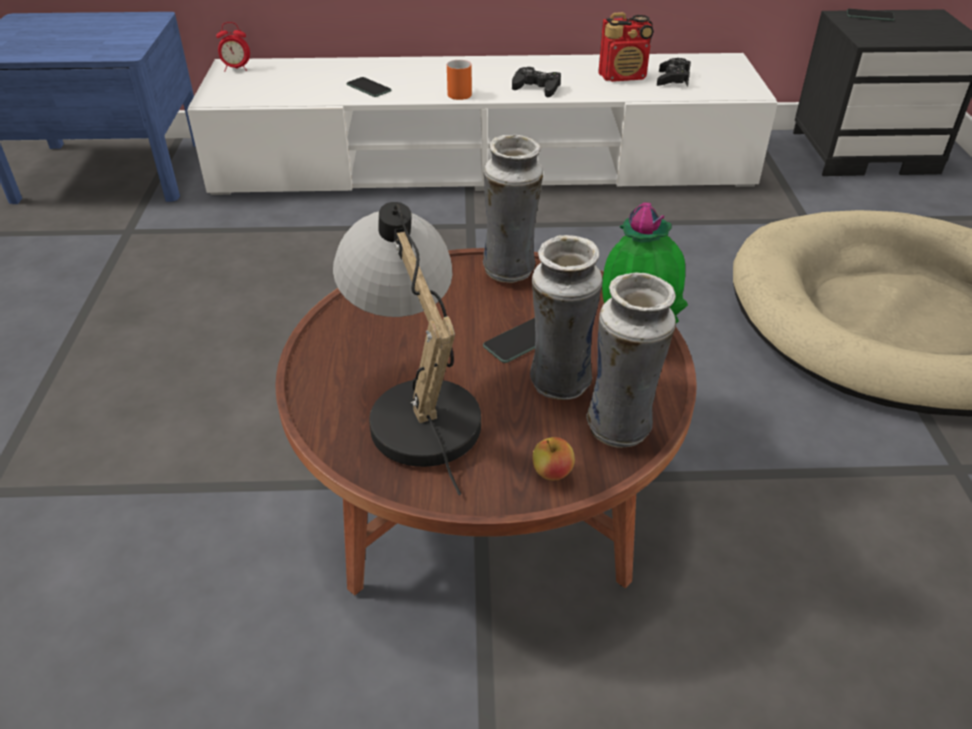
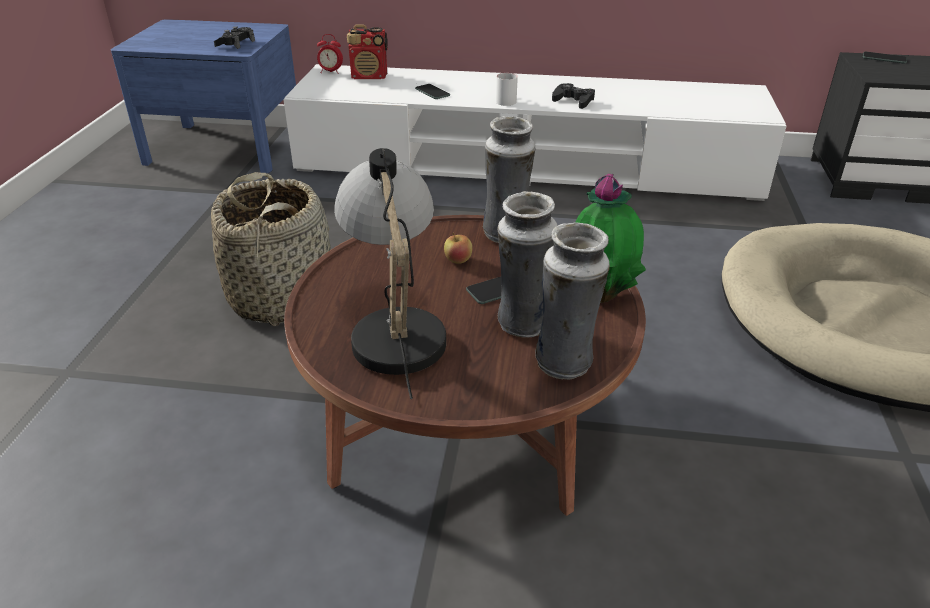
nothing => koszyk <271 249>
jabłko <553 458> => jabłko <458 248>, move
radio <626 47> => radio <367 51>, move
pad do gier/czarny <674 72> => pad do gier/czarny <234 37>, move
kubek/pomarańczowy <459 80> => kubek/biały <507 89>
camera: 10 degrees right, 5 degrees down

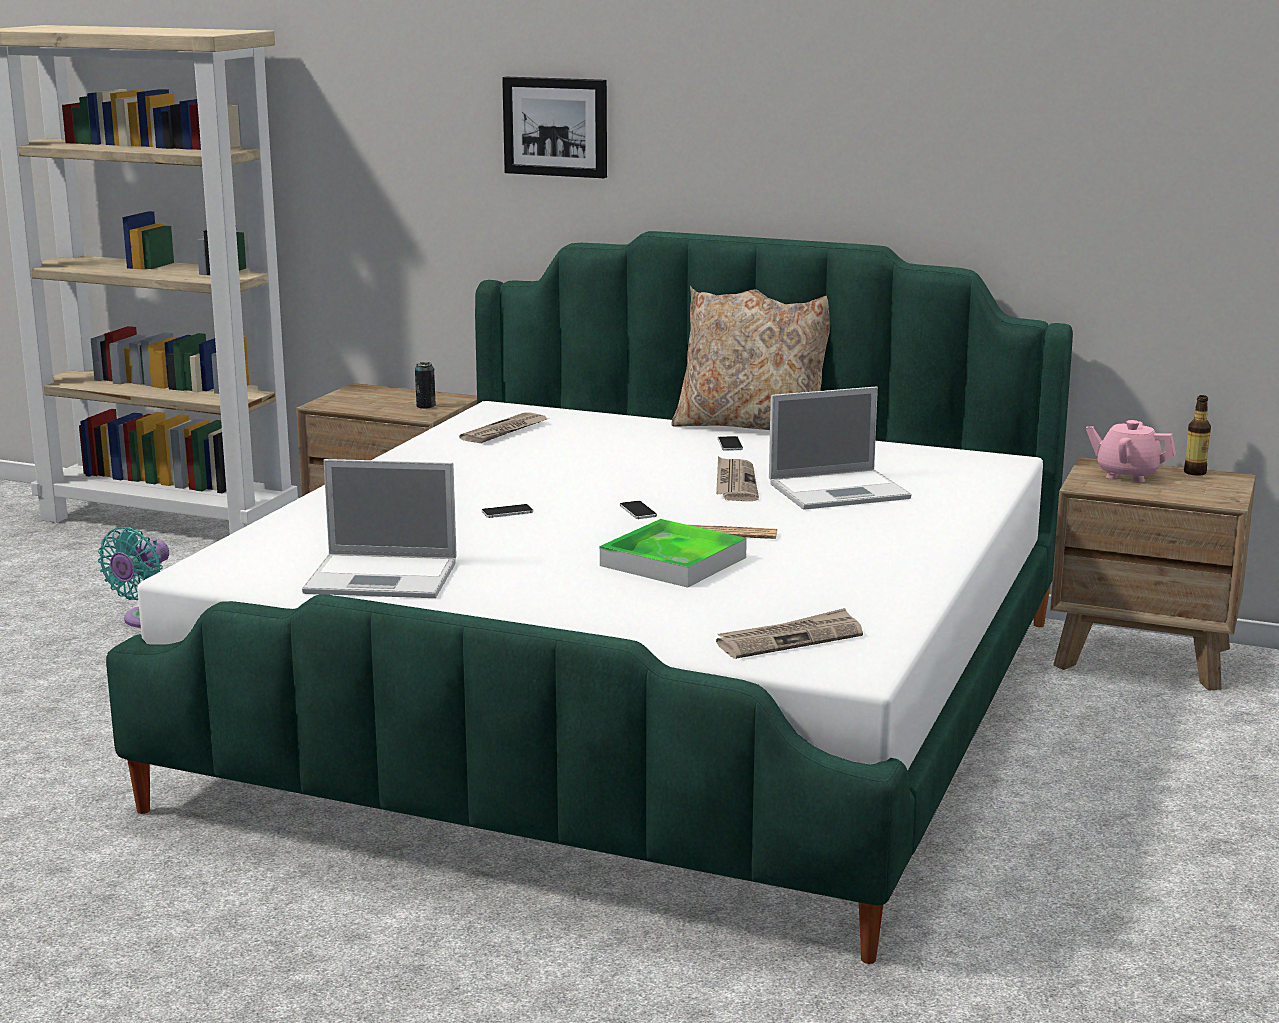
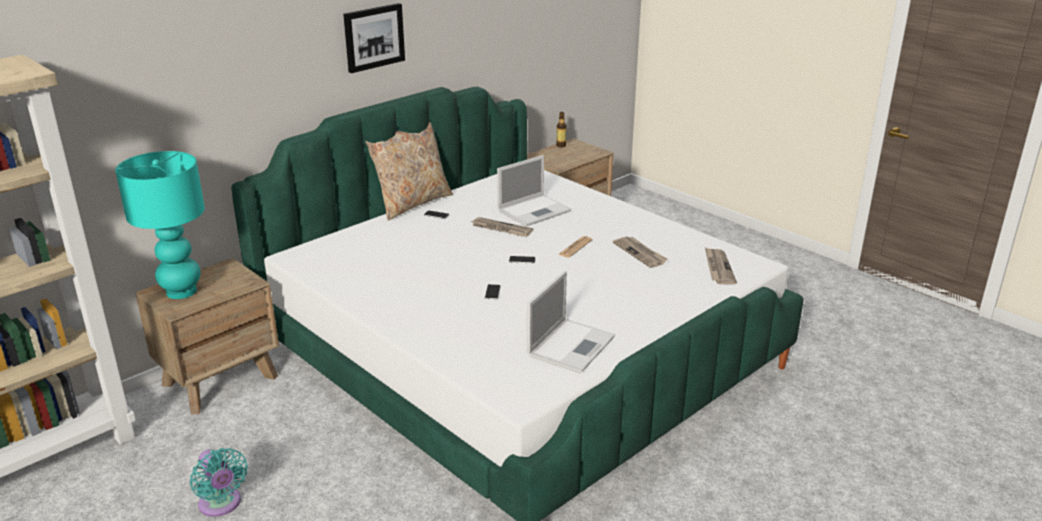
puszka <425 385> => nothing
taca <673 553> => nothing
imbryk/różowy <1131 451> => nothing
nothing => lampa stołowa/turkusowy <160 225>
gazeta <503 427> => gazeta <640 252>, move
obraz <554 127> => obraz <374 38>, move
laptop <840 448> => laptop <534 191>, 45 degrees clockwise
camera: 65 degrees left, 10 degrees up

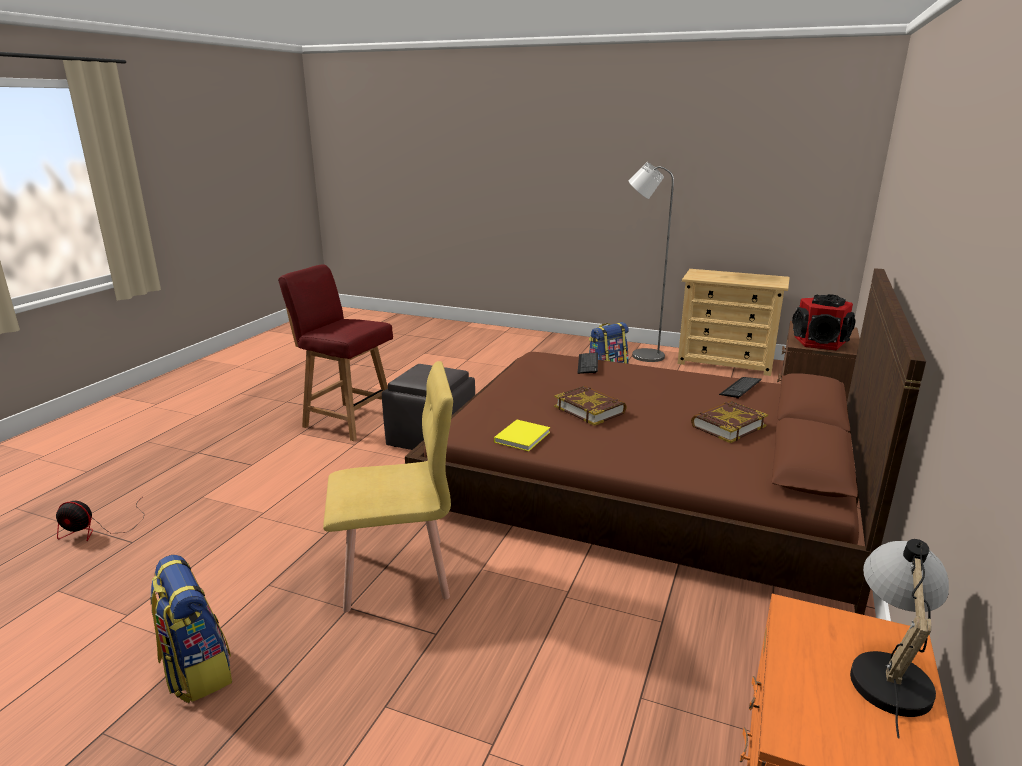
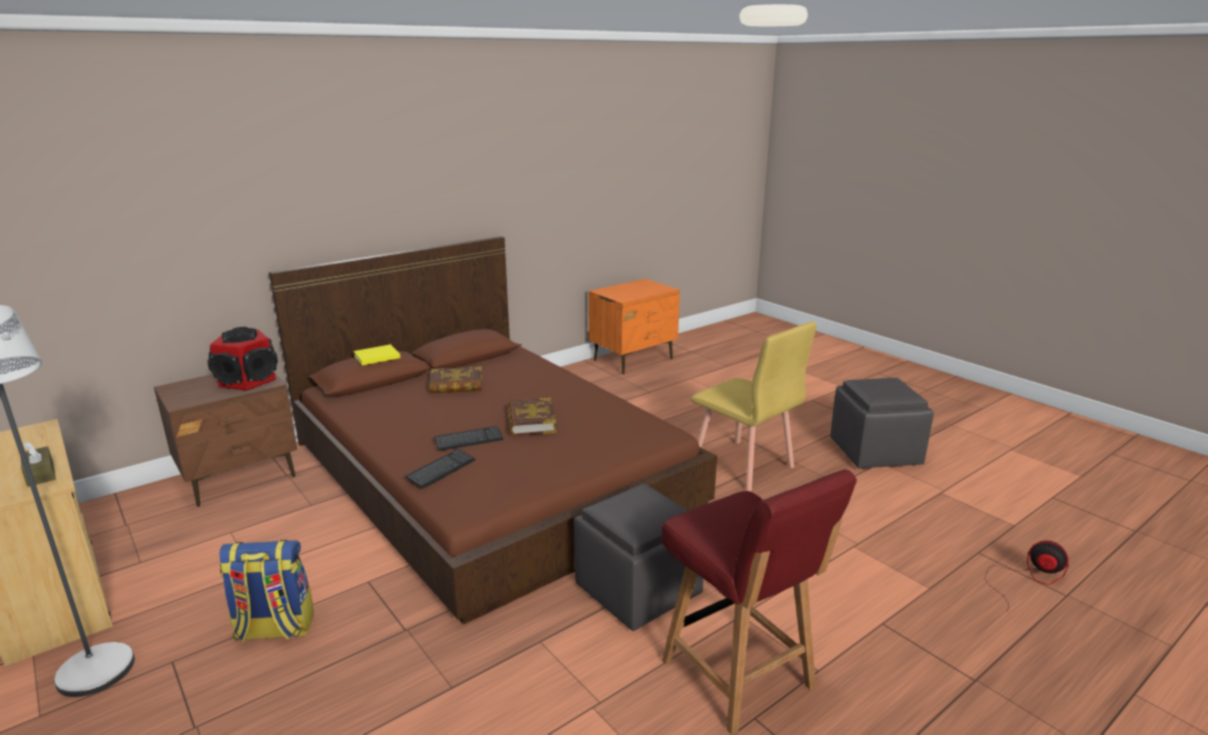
lampa stołowa <899 638> => nothing
nothing => pudełko chusteczek/brązowy <38 464>
książka/żółty <522 435> => książka/żółty <376 354>, move
klawiatura <740 388> => klawiatura <468 438>, move
plecak <191 629> => pufa/szary <882 423>
krzesło/żółty <388 486> => krzesło/żółty <754 406>, 150 degrees counterclockwise
camera: 150 degrees left, 0 degrees up

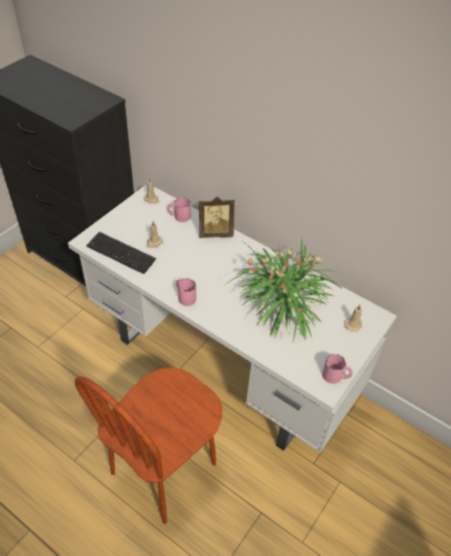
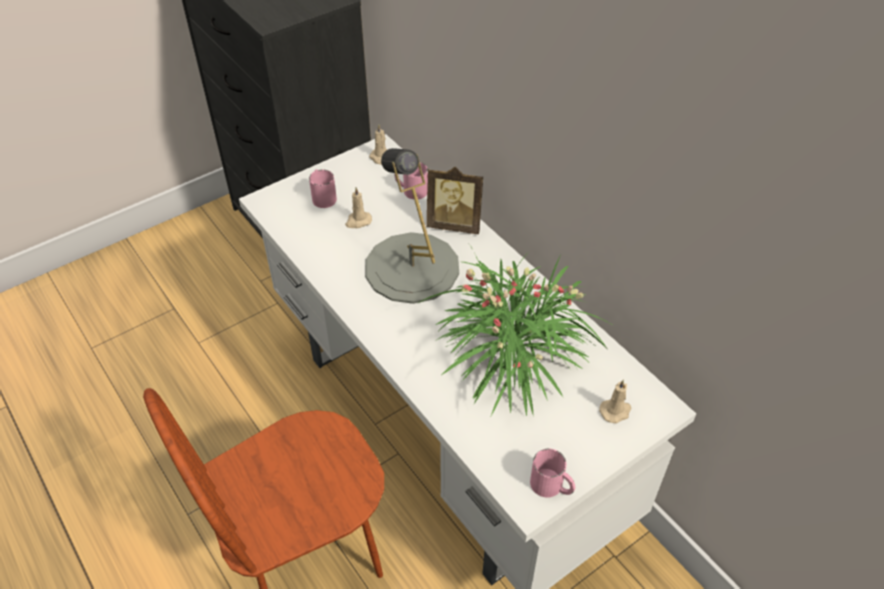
klawiatura <121 253> => nothing
nothing => lampa stołowa/szary <412 226>
kubek/różowy <186 292> => kubek/różowy <323 188>, move
camera: 20 degrees right, 0 degrees up

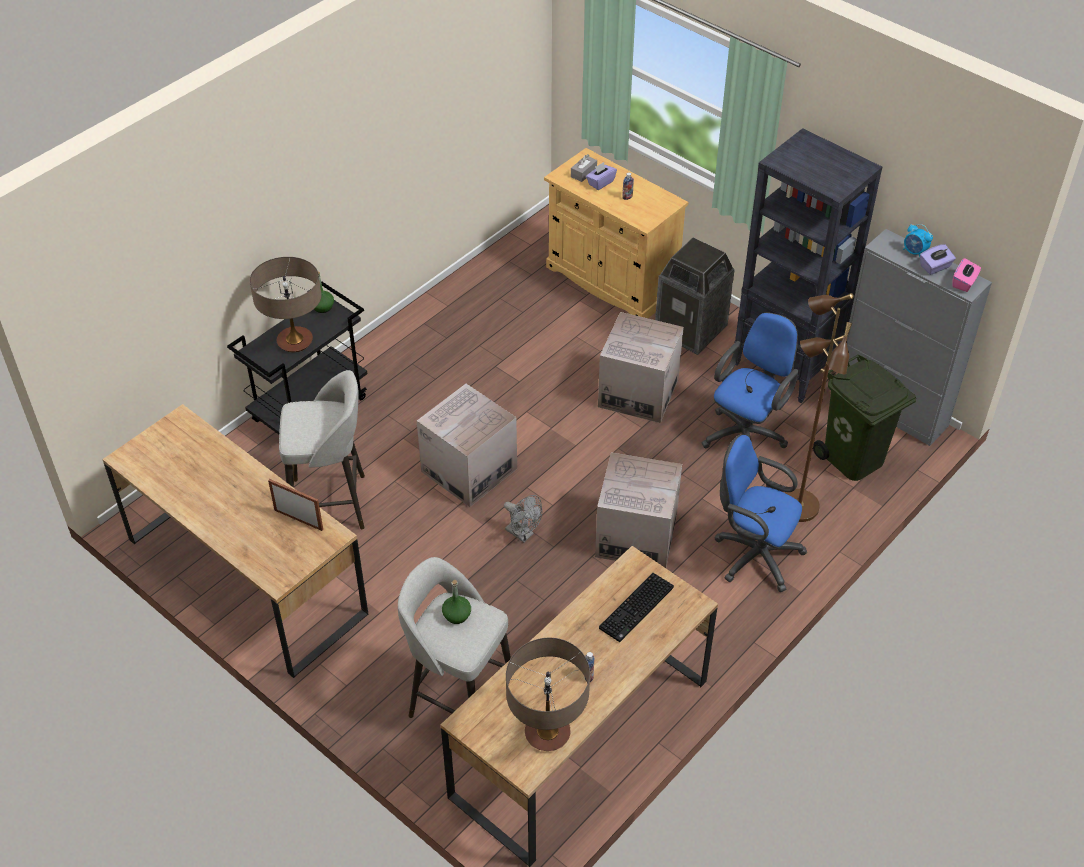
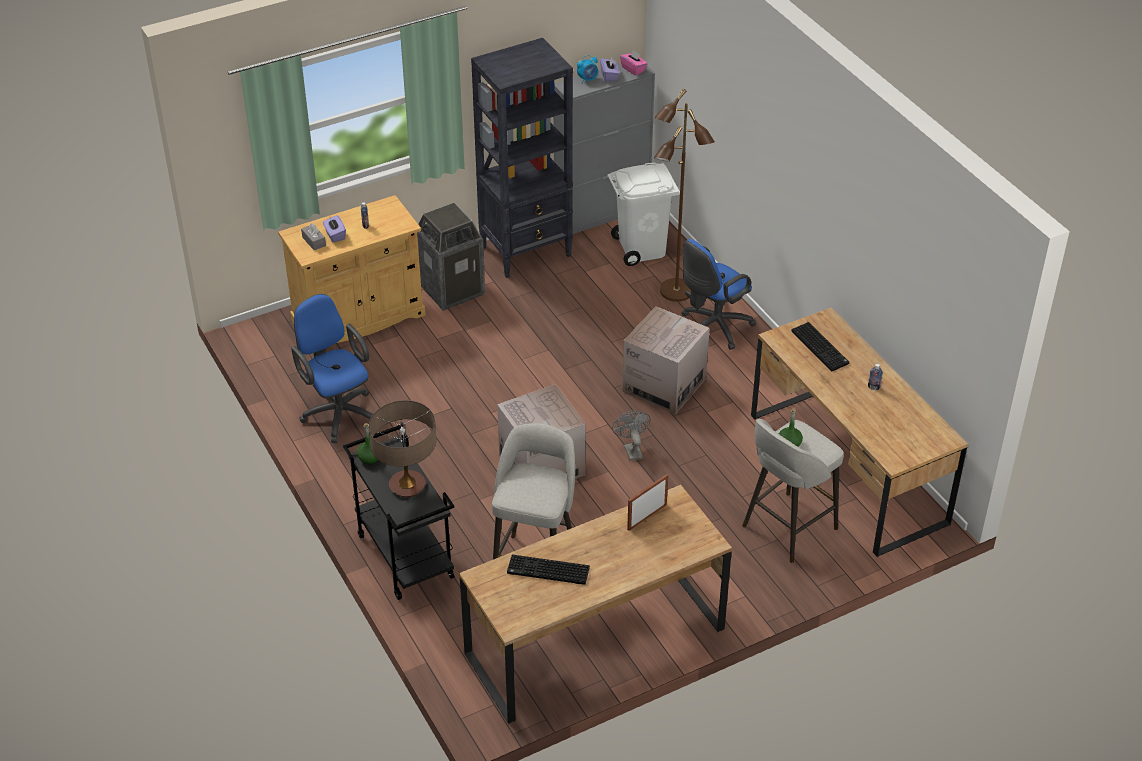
lampa stołowa <548 694> => nothing
karton <641 367> => nothing
nothing => klawiatura <548 570>
krzesło biurowe/niebieski <750 380> => krzesło biurowe/niebieski <332 368>, move
kosz na śmieci/zielony <864 417> => kosz na śmieci/biały <643 214>
wentylator/szary <523 518> => wentylator/szary <631 436>, 75 degrees counterclockwise
camera: 70 degrees left, 5 degrees down

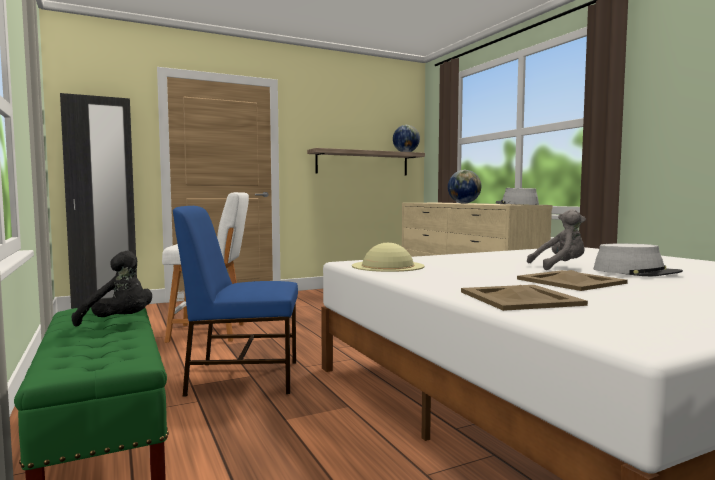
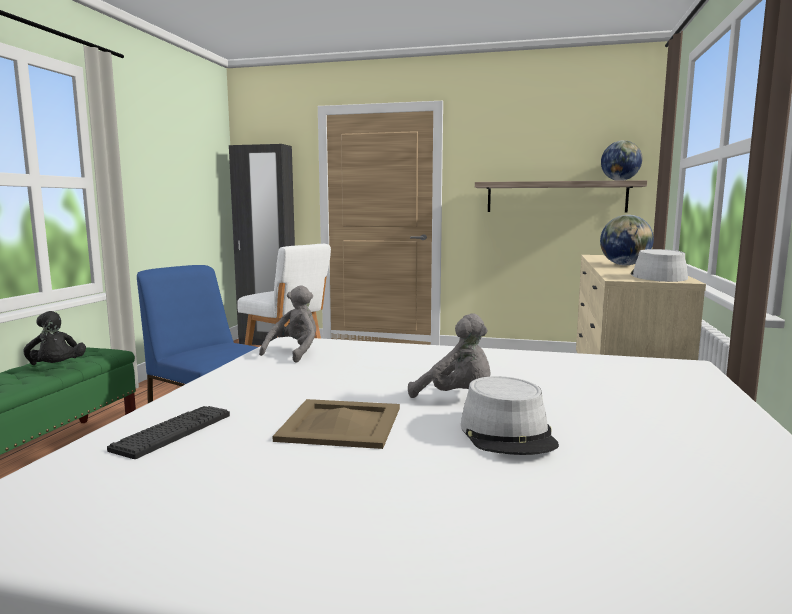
kapelusz/beżowy <388 257> => pluszak/szary <287 324>
taca/beżowy <524 298> => klawiatura <168 432>
camera: 40 degrees right, 5 degrees up

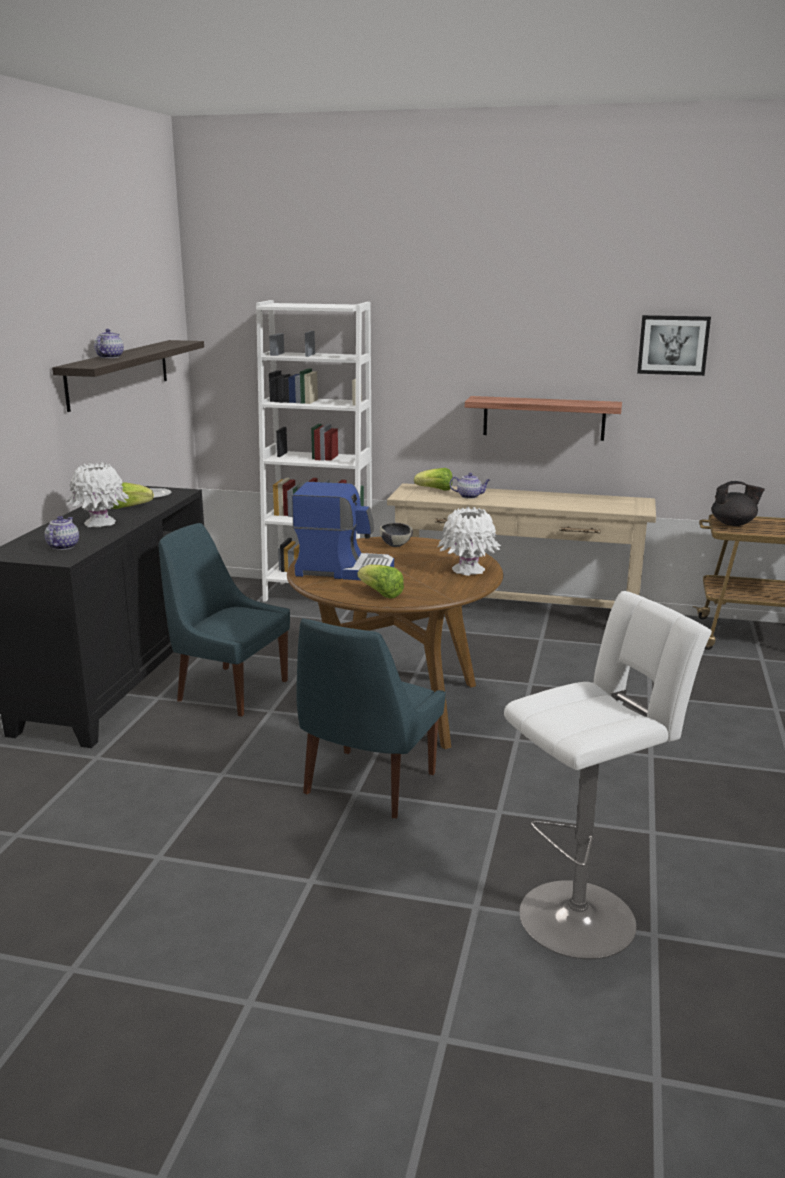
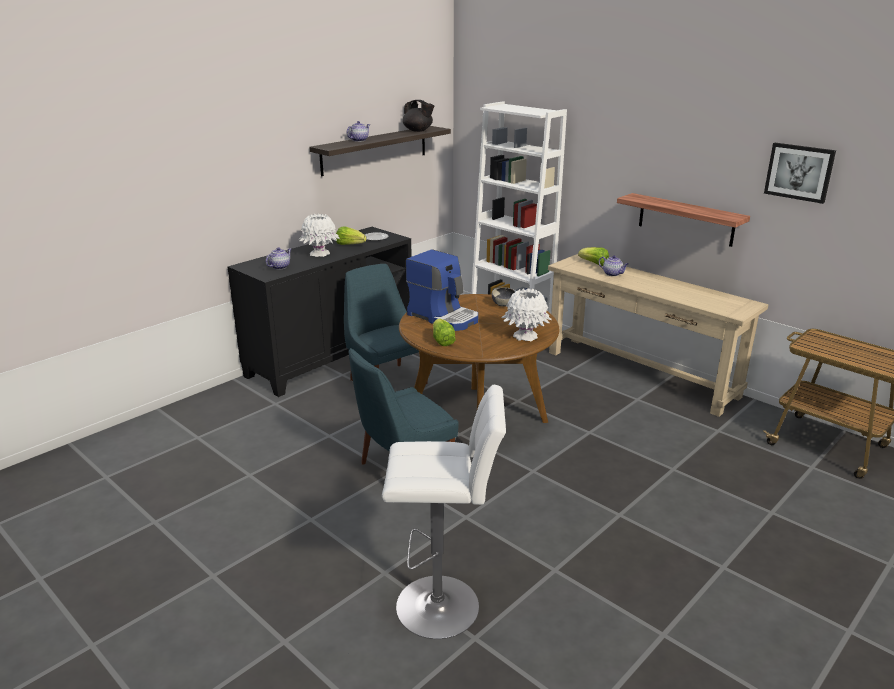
imbryk/czarny <738 503> => imbryk/czarny <418 116>, move
camera: 30 degrees right, 5 degrees up

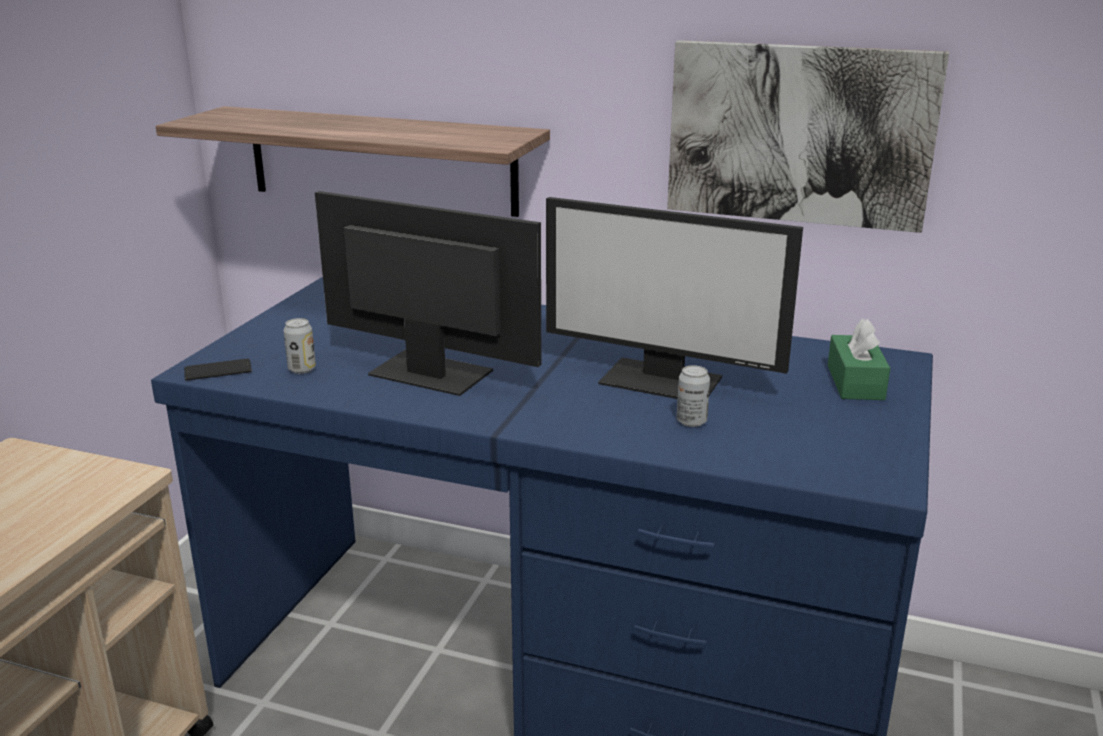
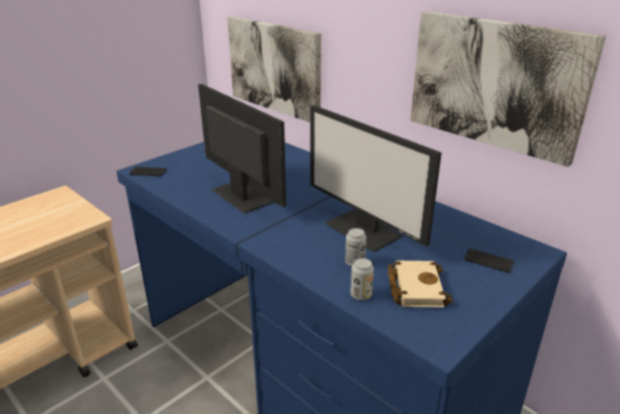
nothing => książka/beżowy <420 284>
puszka <299 346> => puszka <362 279>, move
półka <353 161> => obraz <274 69>
pudełko chusteczek/zielony <859 359> => telefon <489 261>
camera: 25 degrees right, 5 degrees up

